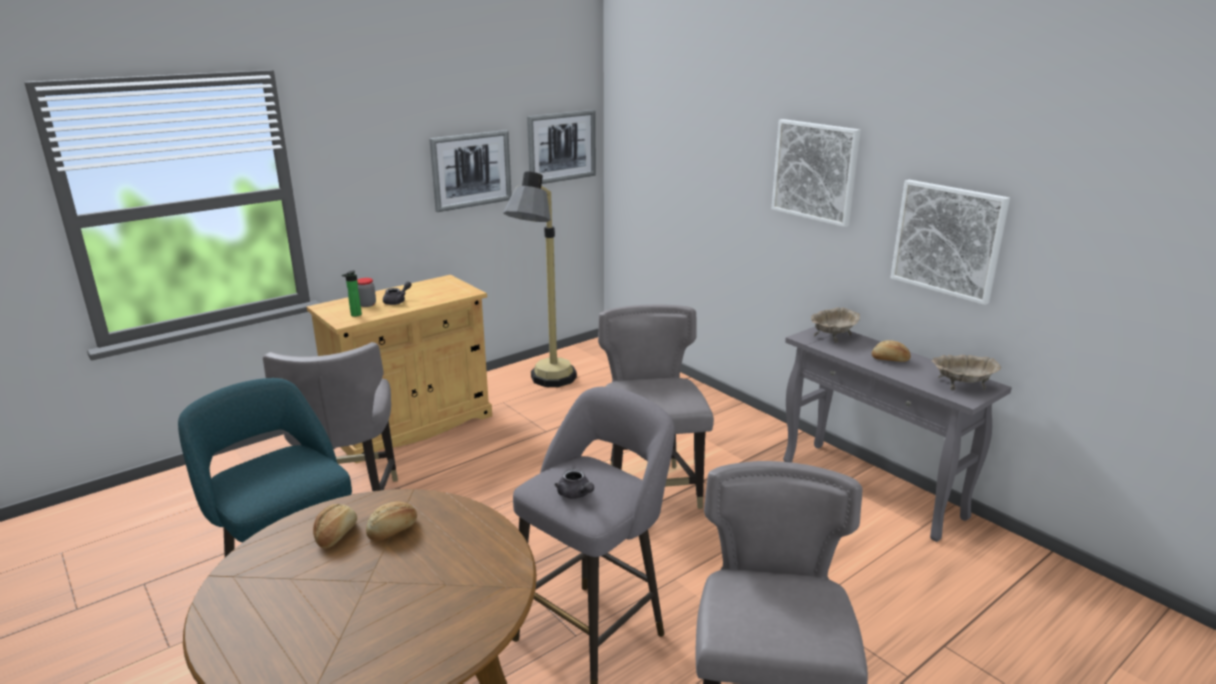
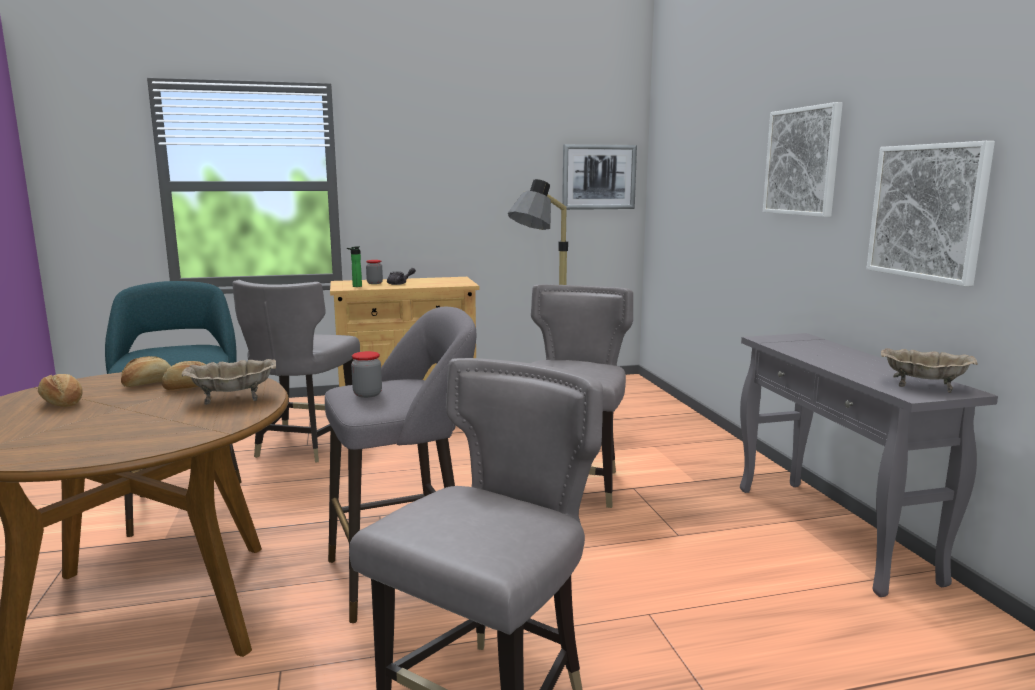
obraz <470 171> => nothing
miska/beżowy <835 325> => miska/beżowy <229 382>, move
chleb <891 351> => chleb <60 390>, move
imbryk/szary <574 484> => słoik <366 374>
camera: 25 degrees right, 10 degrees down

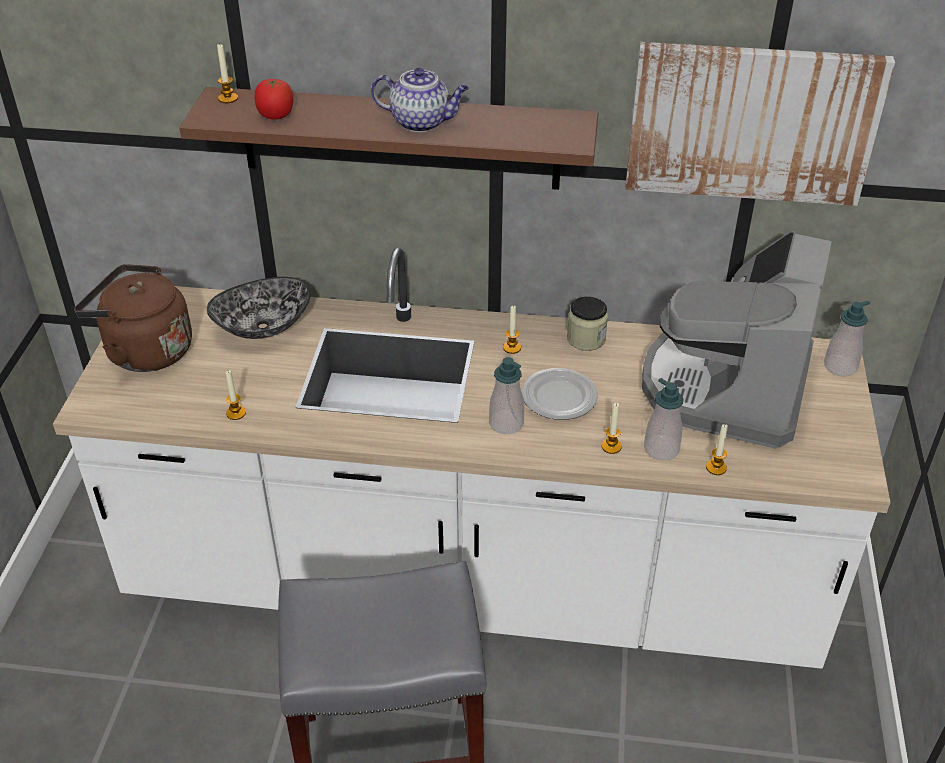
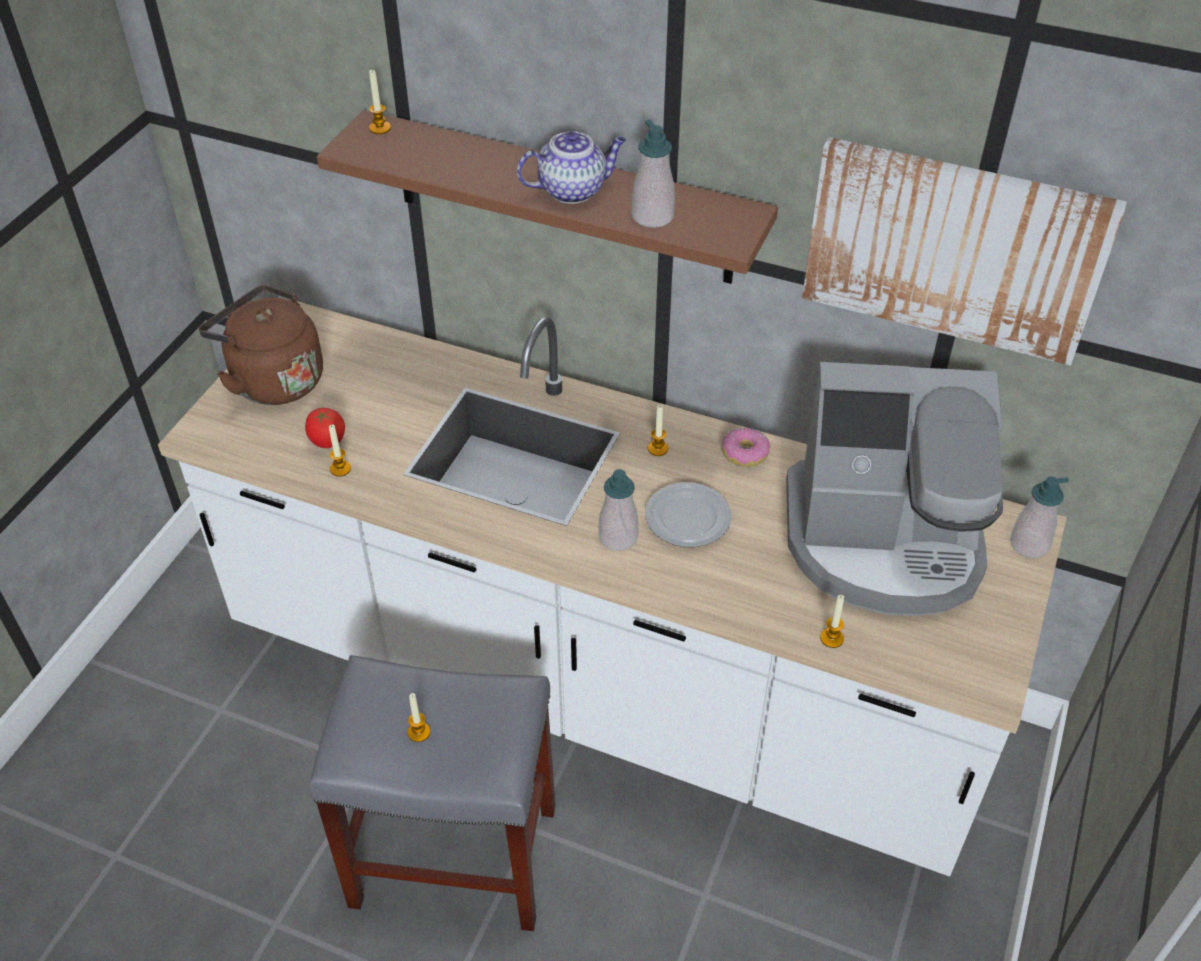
miska <258 308> => nothing
pomidor <274 99> => pomidor <325 428>, move
świeca <611 428> => świeca <419 717>, move
dozownik mydła <664 419> => dozownik mydła <653 174>, move
słoik <587 324> => donut <746 447>
imbryk <420 100> => imbryk <571 167>, 45 degrees counterclockwise
ekspres do kawy <737 339> => ekspres do kawy <894 489>, 120 degrees counterclockwise
camera: 15 degrees right, 5 degrees up

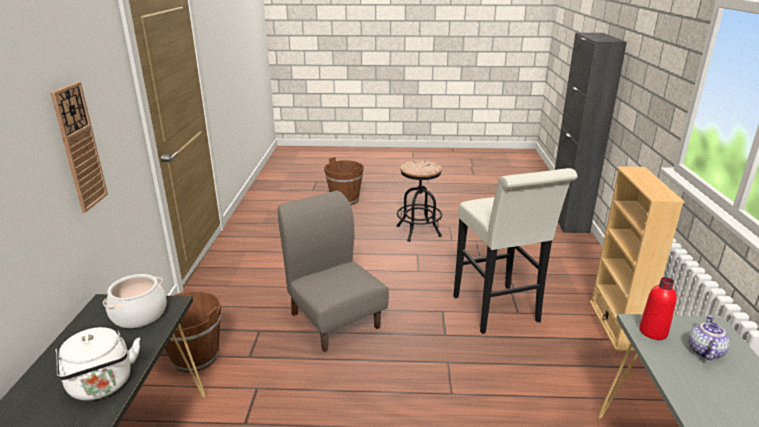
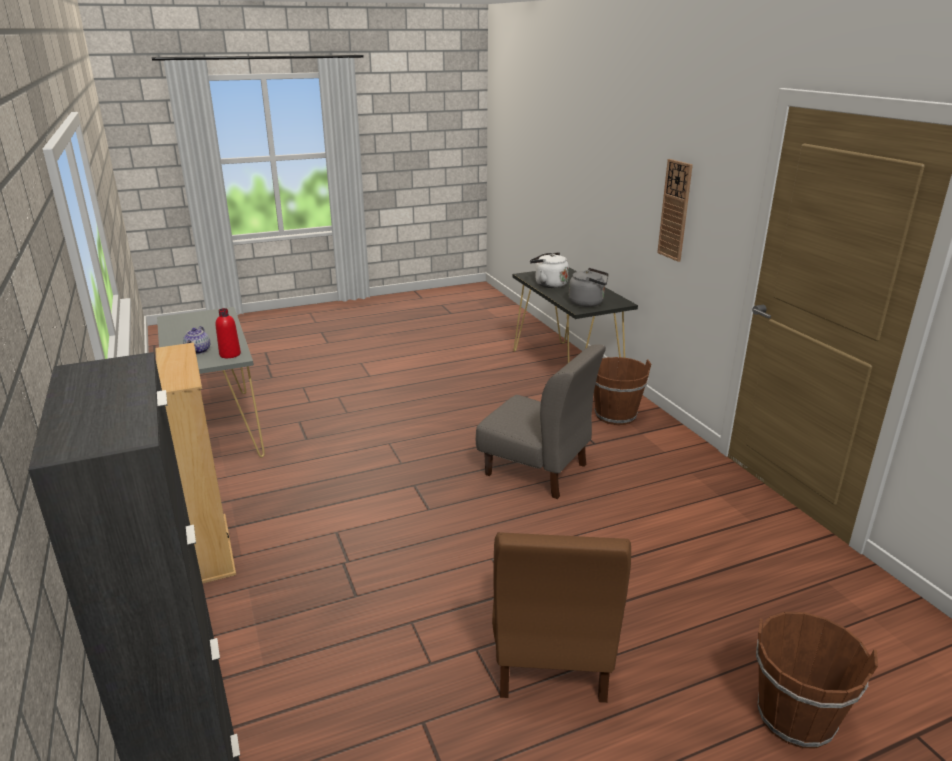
stołek/biały <515 251> => nothing
garnek <135 301> => czajnik/szary <589 287>
stołek/czarny <419 201> => krzesło/brązowy <561 617>
camera: 155 degrees right, 0 degrees up

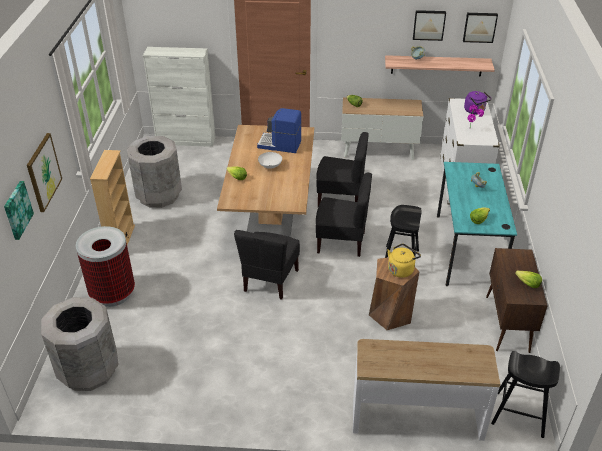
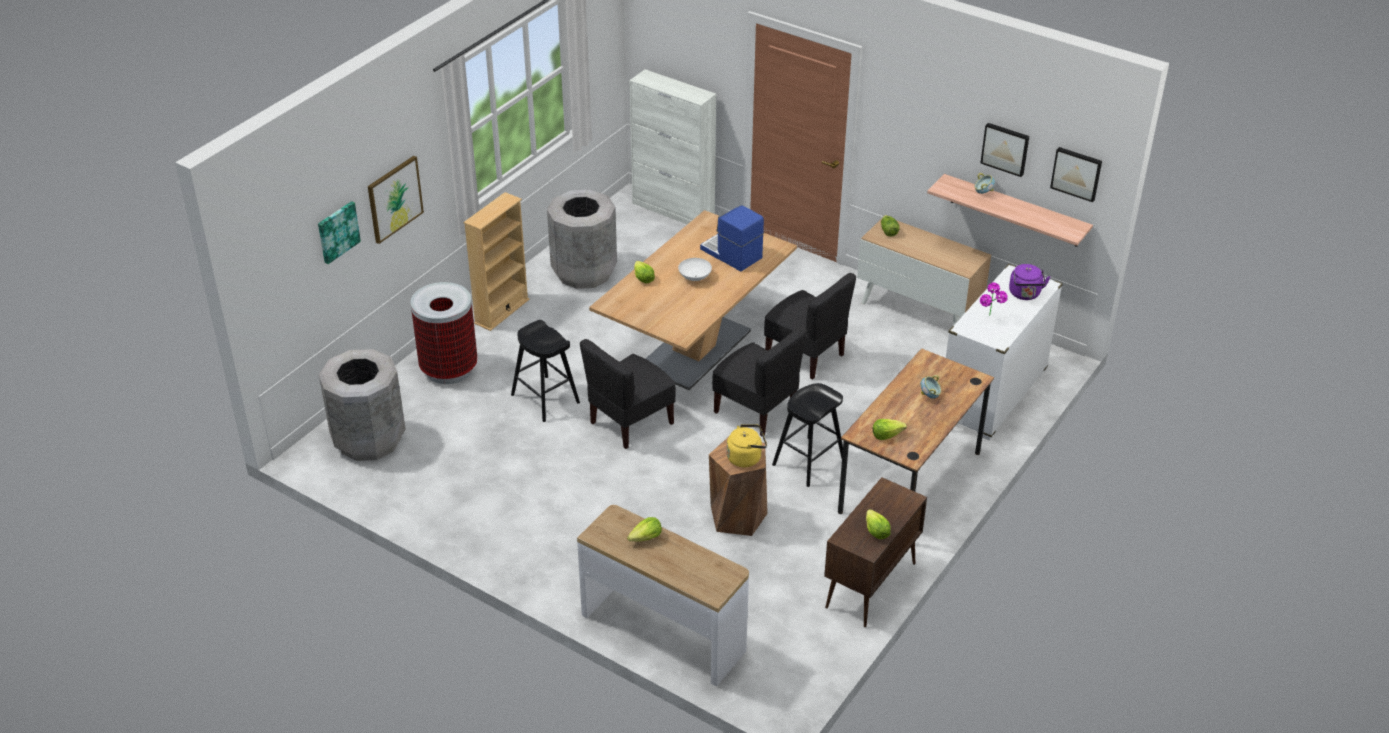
nothing => sałata <644 529>
stołek/czarny <525 394> => stołek/czarny <545 371>, move
biurko/turkusowy <477 224> => biurko/brązowy <916 431>
camera: 30 degrees right, 0 degrees up

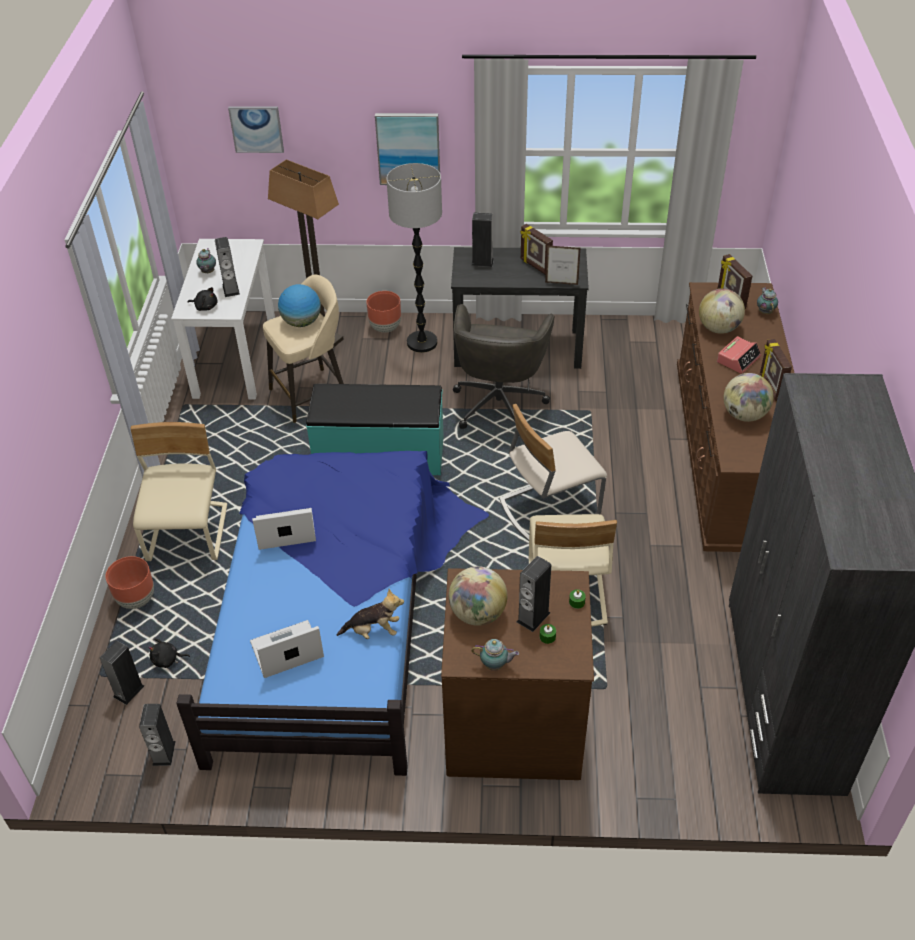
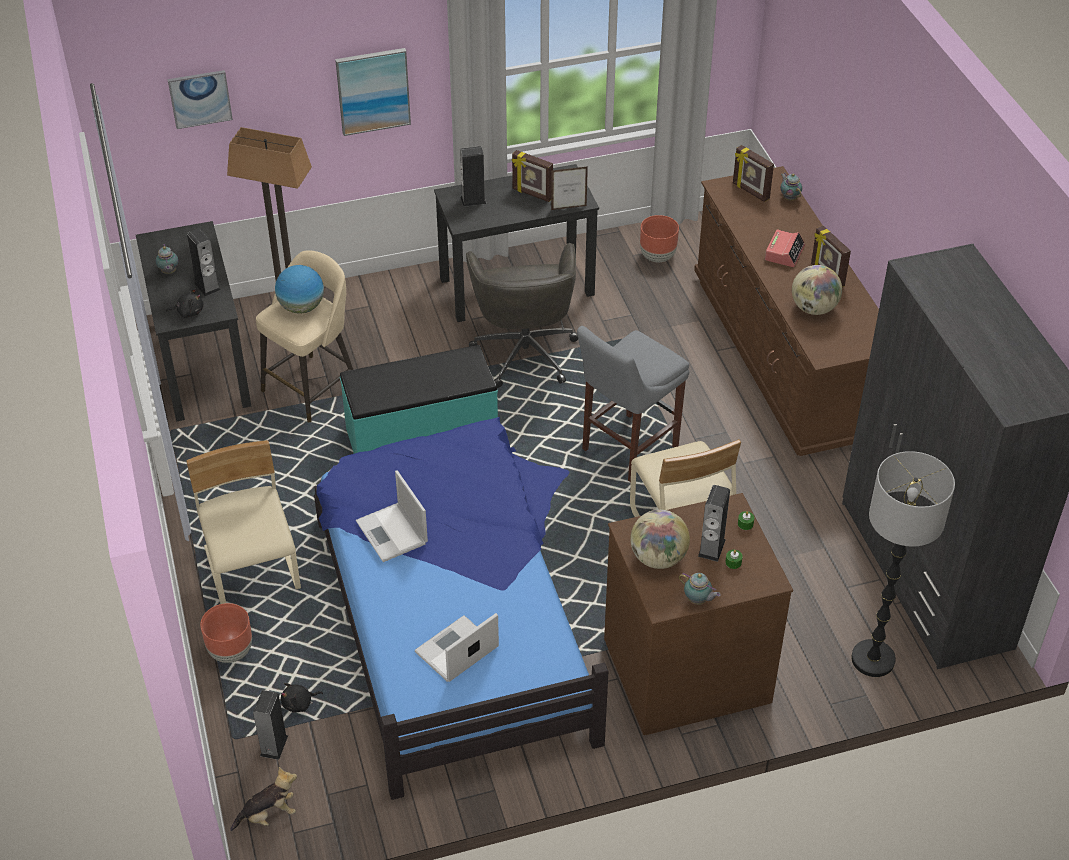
głośnik <157 735> => nothing
globus <722 311> => nothing
pluszak <370 614> => pluszak <263 799>, move
donica/brązowy <384 312> => donica/brązowy <659 238>, move
lampa stojąca <414 258> => lampa stojąca <903 564>, move
krzesło/beżowy <553 472> => stołek/szary <633 404>
biurko/biały <223 319> => biurko/czarny <193 321>
laptop <284 529> => laptop <392 516>, 90 degrees counterclockwise
imbryk <495 655> => imbryk <700 588>, 45 degrees clockwise
camera: 20 degrees left, 0 degrees up

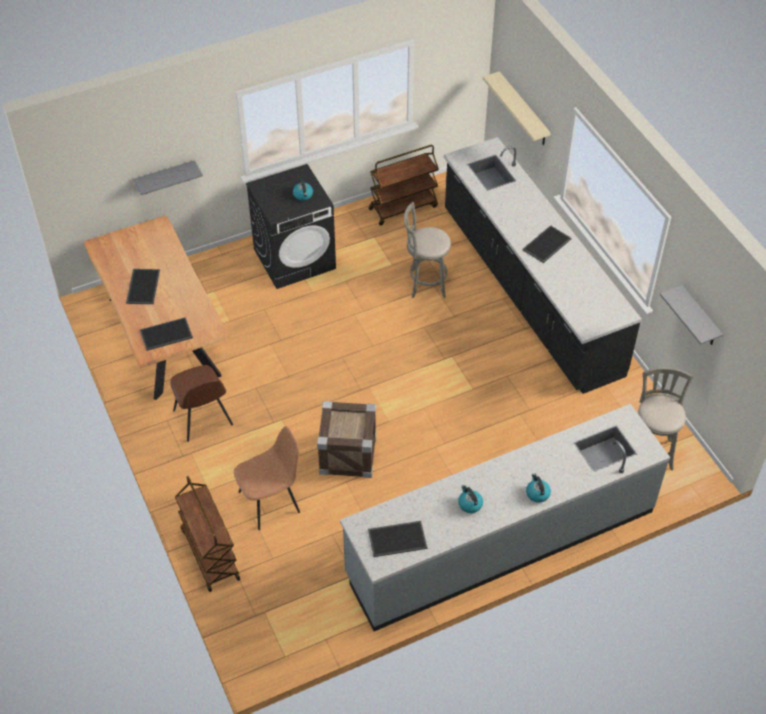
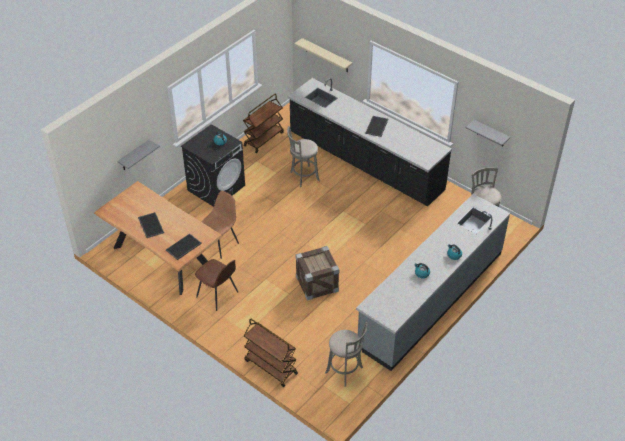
taca <397 539> => nothing
nothing => stołek/szary <346 354>
krzesło/brązowy <267 478> => krzesło/brązowy <220 225>, move
camera: 25 degrees left, 5 degrees down

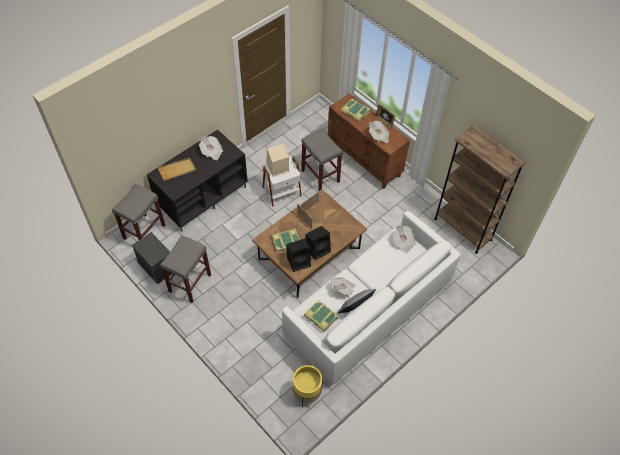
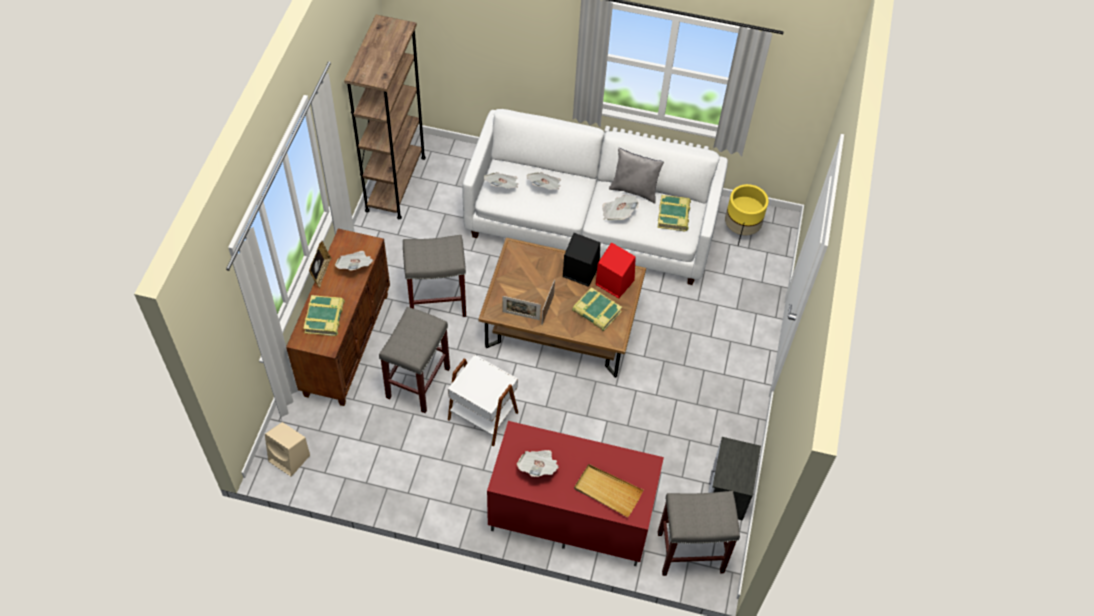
nothing => gazeta <544 181>
stołek/szary <185 269> => stołek/szary <434 276>, move
głośnik/beżowy <278 160> => głośnik/beżowy <287 449>, move
szafka pod telewizor/czarny <197 181> => szafka pod telewizor/czerwony <575 493>
głośnik/czarny <299 255> => głośnik/czerwony <616 271>
camera: 125 degrees left, 0 degrees up

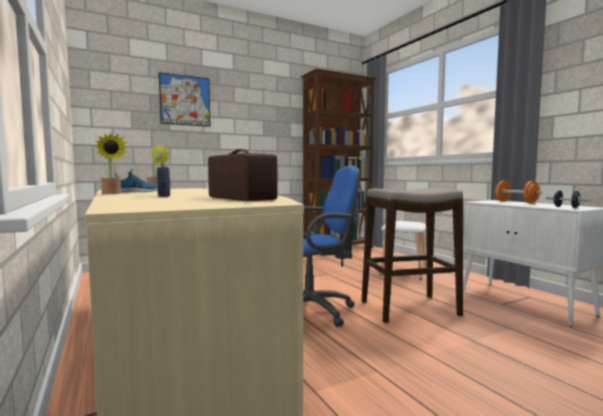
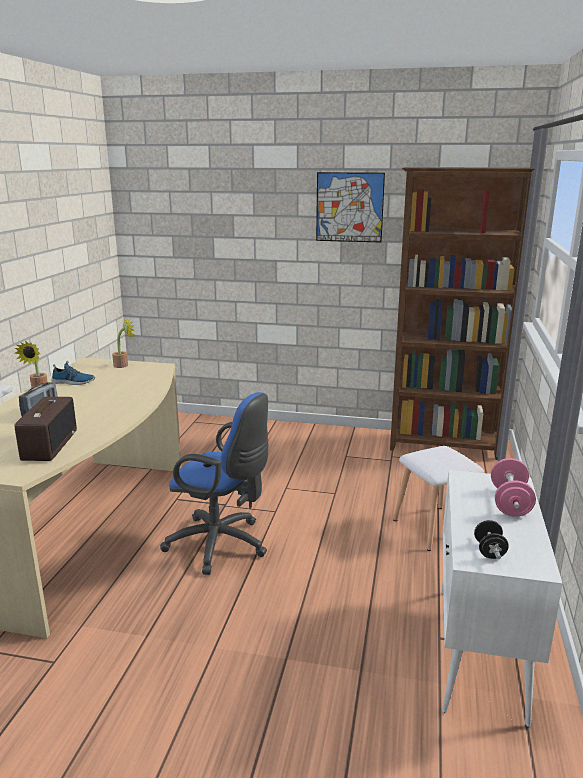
stołek <412 255> => nothing
obraz <185 99> => obraz <350 207>, move
hantel/pomarańczowy <518 192> => hantel/różowy <513 487>
camera: 40 degrees right, 15 degrees up

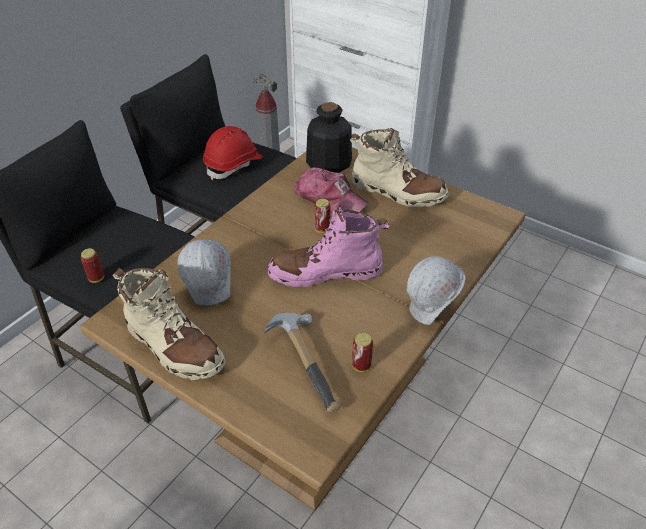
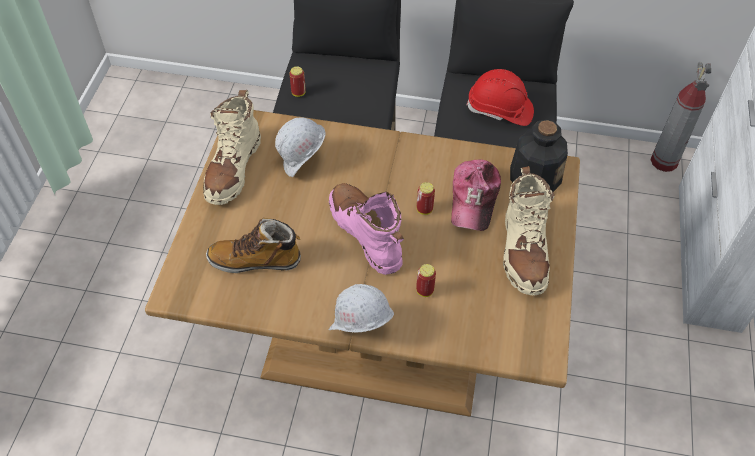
puszka <362 352> => puszka <426 280>, move
młotek <302 363> => but z cholewką <253 245>
camera: 65 degrees right, 10 degrees up

